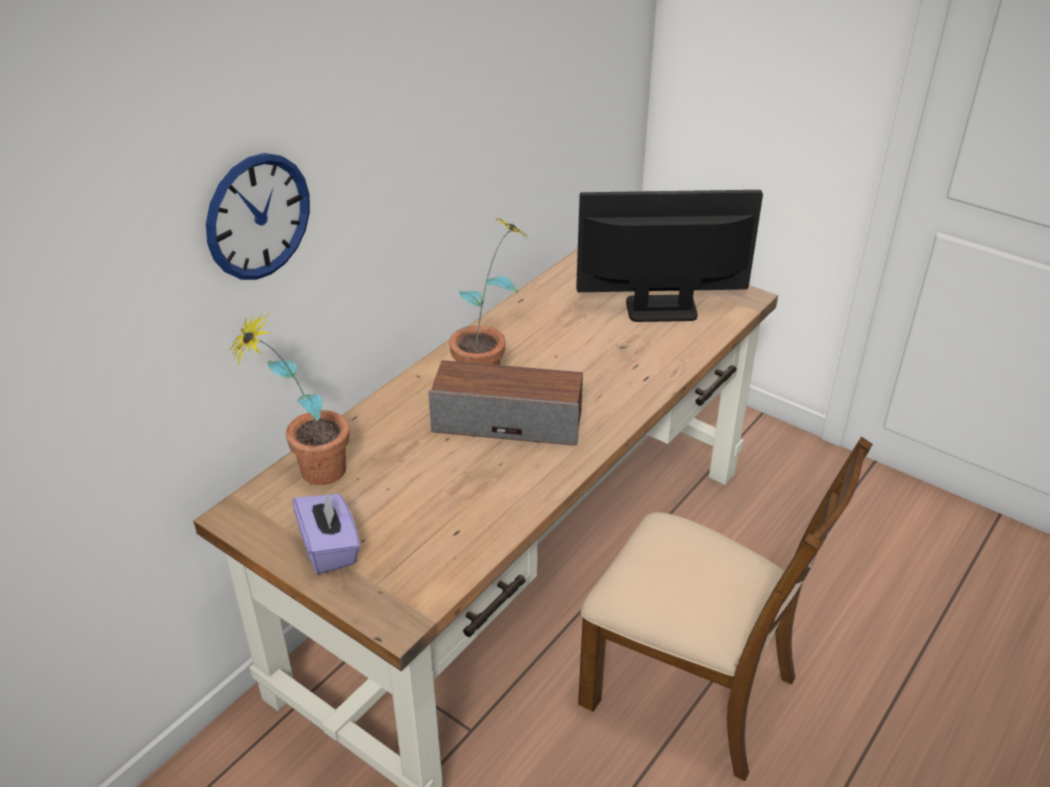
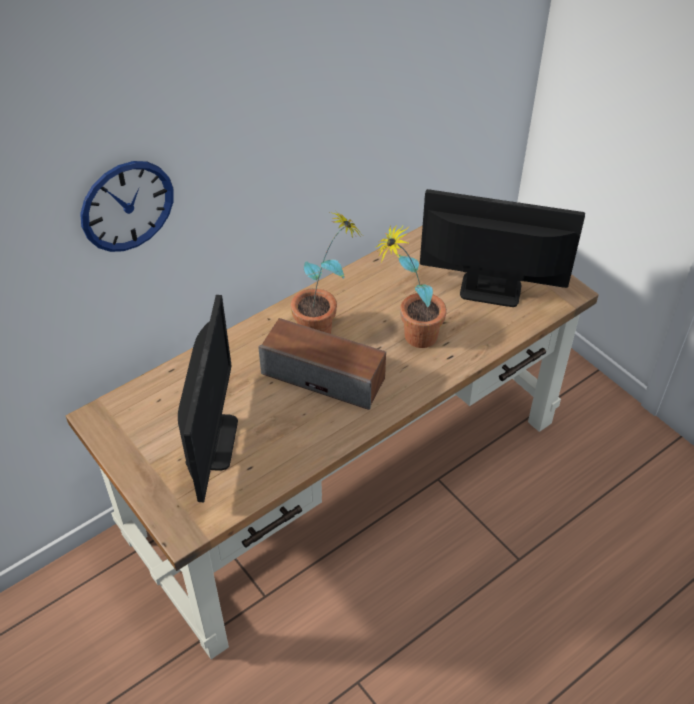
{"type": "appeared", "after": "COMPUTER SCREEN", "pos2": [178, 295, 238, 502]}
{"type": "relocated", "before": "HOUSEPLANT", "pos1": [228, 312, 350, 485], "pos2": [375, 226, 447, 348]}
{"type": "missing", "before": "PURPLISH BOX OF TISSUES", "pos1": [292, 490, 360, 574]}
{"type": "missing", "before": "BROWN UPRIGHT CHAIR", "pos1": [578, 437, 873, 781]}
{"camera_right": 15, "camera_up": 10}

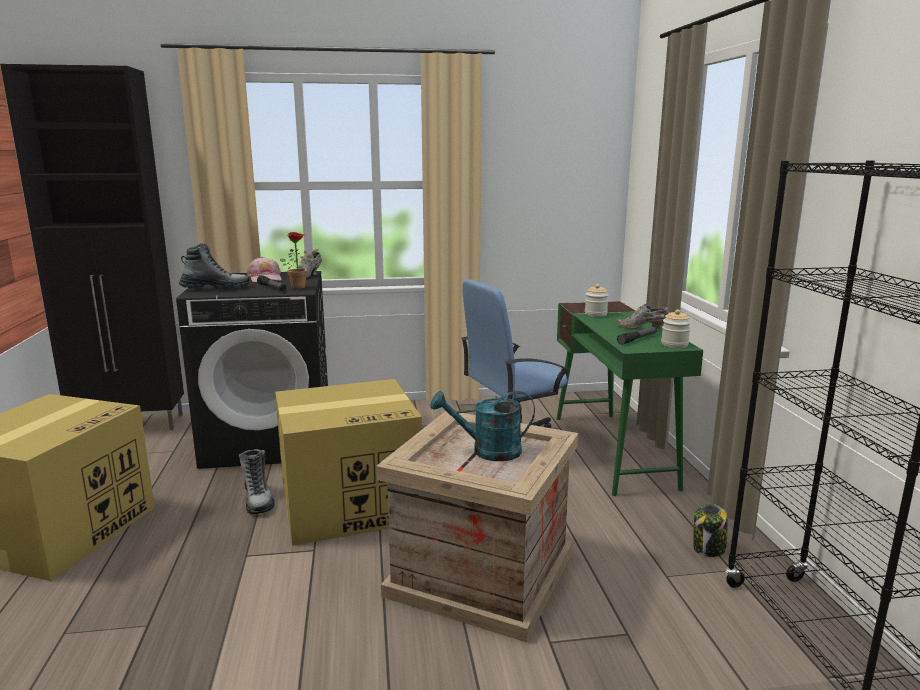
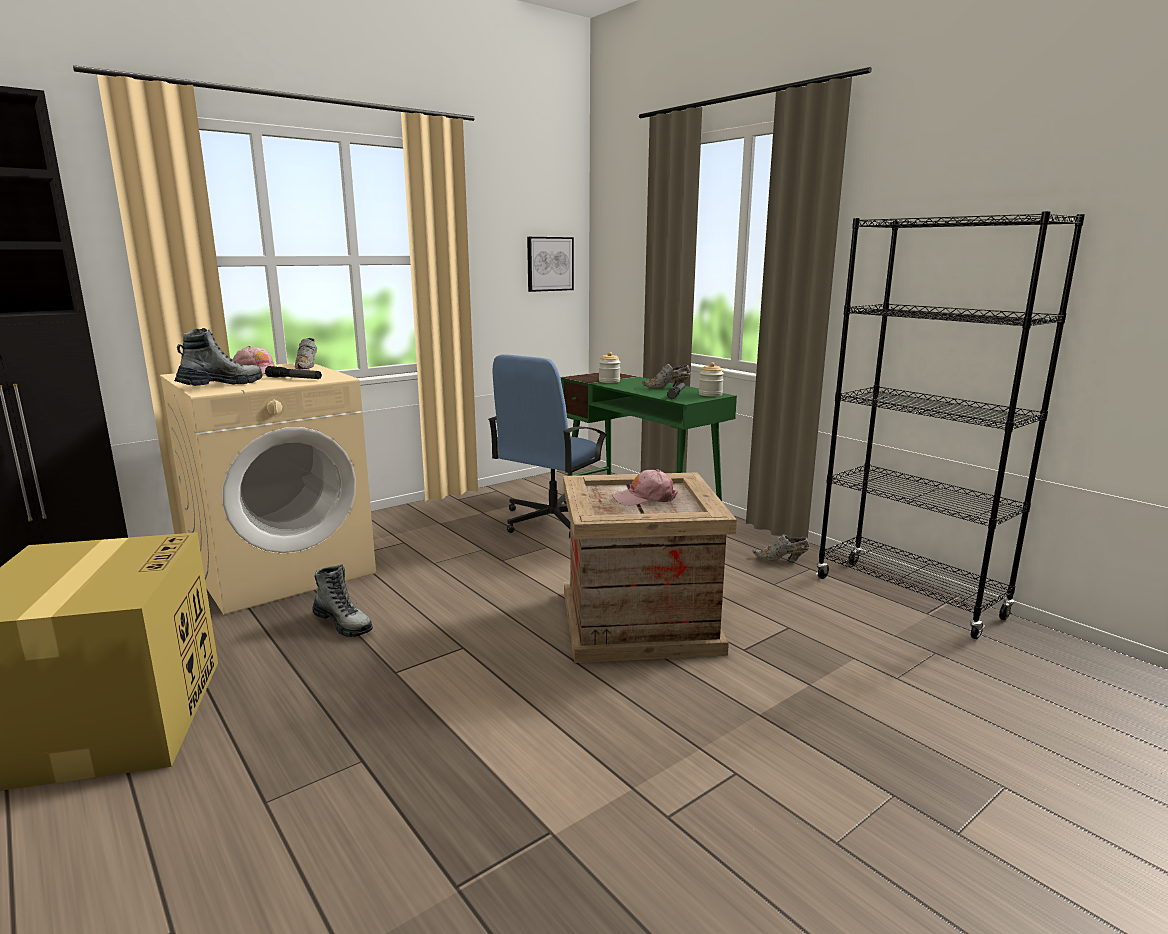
{"type": "colour", "before": "BLACK LAUNDRY MACHINE", "after": "BEIGE LAUNDRY MACHINE", "pos1": [176, 271, 328, 469], "pos2": [160, 363, 376, 615]}
{"type": "appeared", "after": "PICTURE", "pos2": [527, 237, 574, 292]}
{"type": "exchanged", "before": "BLUE-GREEN WATERING CAN", "after": "PINKISH PEAKED CAP", "pos1": [430, 391, 535, 461], "pos2": [612, 469, 678, 506]}
{"type": "exchanged", "before": "JAR", "after": "GRAY ITEM OF FOOTWEAR", "pos1": [693, 504, 728, 557], "pos2": [752, 534, 809, 562]}
{"type": "missing", "before": "CARTON", "pos1": [275, 379, 422, 546]}
{"type": "missing", "before": "HOUSEPLANT", "pos1": [280, 232, 319, 289]}
{"camera_right": -30, "camera_up": 0}

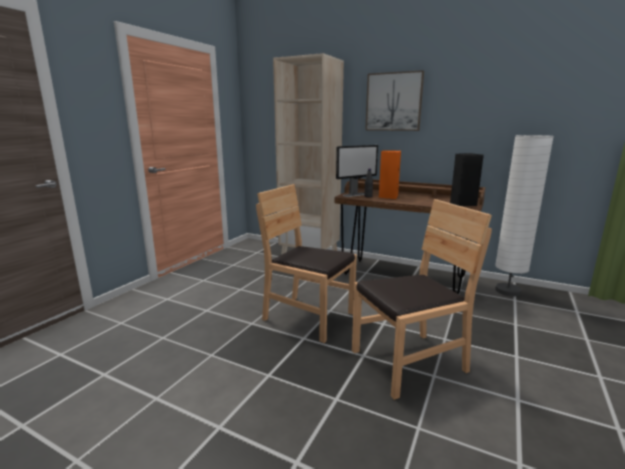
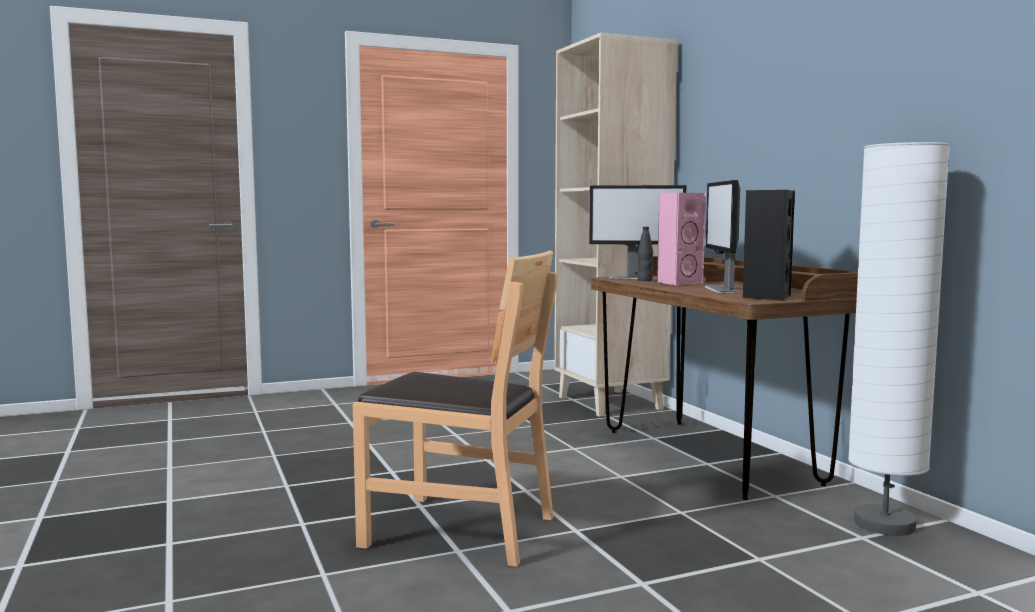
{"type": "colour", "before": "ORANGE AUDIO SPEAKER", "after": "PINKISH AUDIO SPEAKER", "pos1": [379, 151, 401, 199], "pos2": [657, 193, 706, 285]}
{"type": "appeared", "after": "COMPUTER SCREEN", "pos2": [705, 180, 740, 293]}
{"type": "missing", "before": "BROWN UPRIGHT CHAIR", "pos1": [256, 184, 357, 343]}
{"type": "missing", "before": "PICTURE", "pos1": [365, 70, 424, 131]}
{"camera_right": 40, "camera_up": -10}

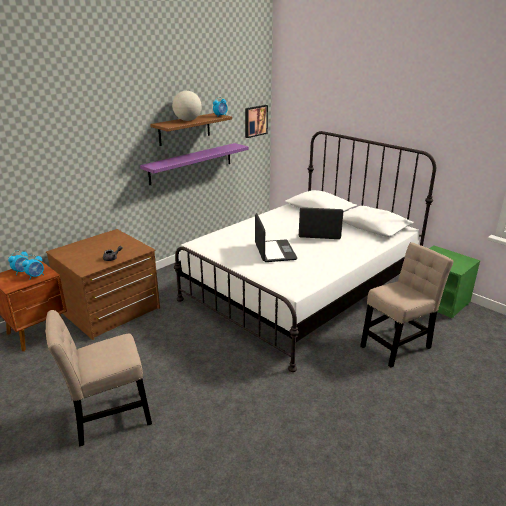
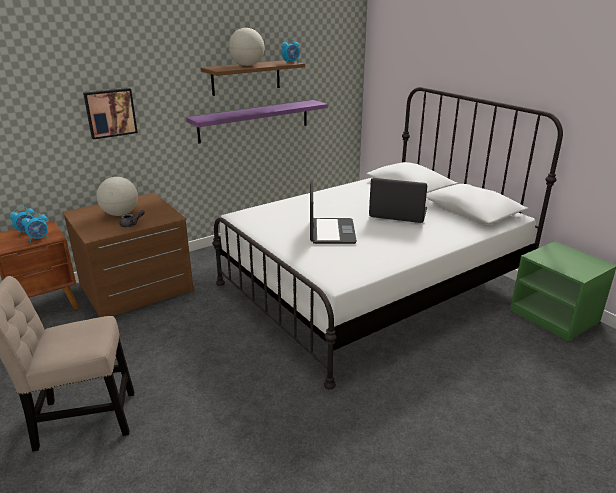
{"type": "relocated", "before": "PICTURE", "pos1": [245, 105, 268, 138], "pos2": [83, 88, 138, 140]}
{"type": "appeared", "after": "GLOBE", "pos2": [97, 177, 138, 216]}
{"type": "missing", "before": "BEIGE UPRIGHT CHAIR", "pos1": [360, 242, 453, 368]}
{"camera_right": 10, "camera_up": 0}

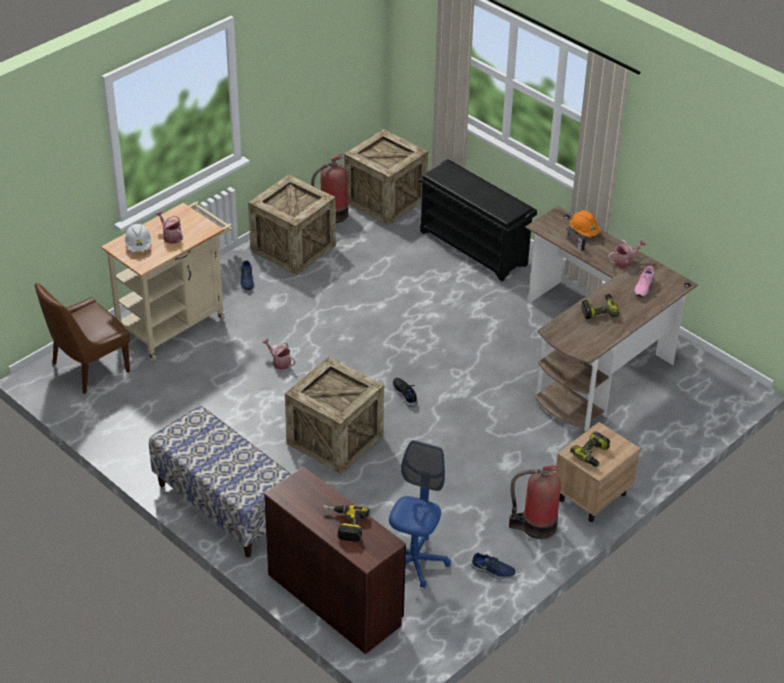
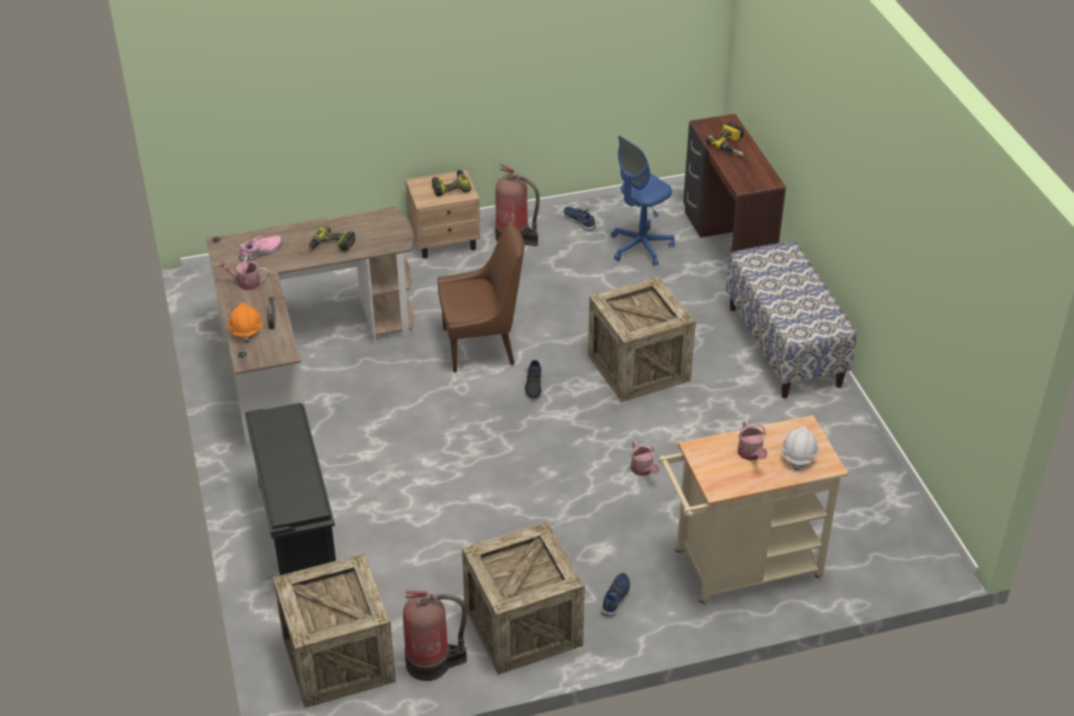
{"type": "relocated", "before": "BROWN UPRIGHT CHAIR", "pos1": [35, 282, 130, 394], "pos2": [437, 223, 524, 373]}
{"camera_right": -150, "camera_up": 0}

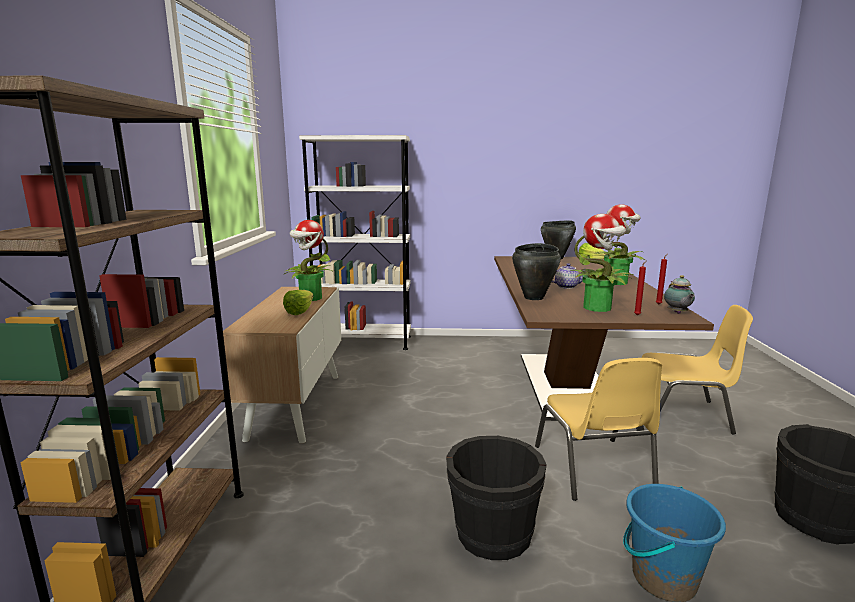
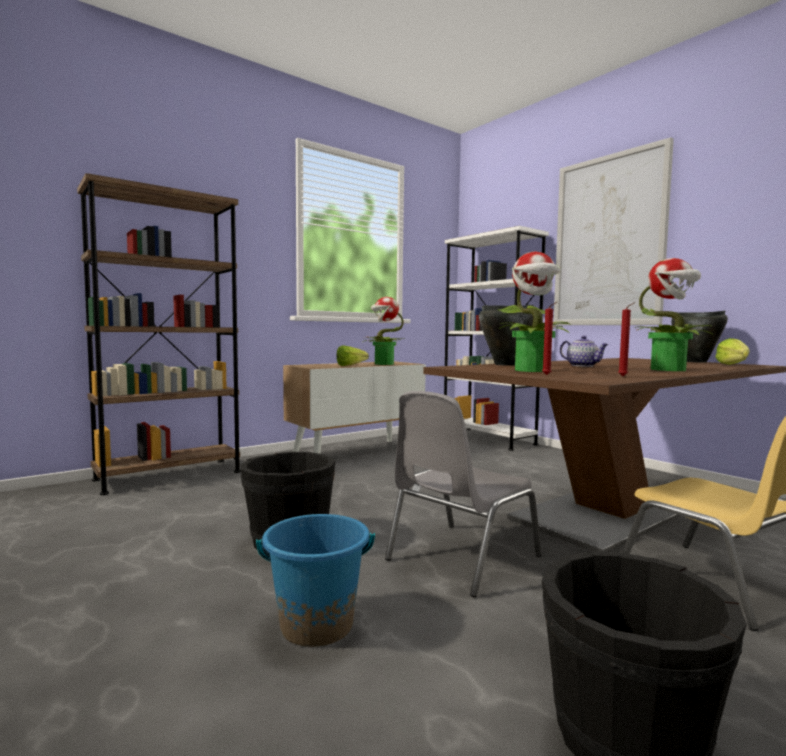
{"type": "colour", "before": "YELLOW-COLOURED UPRIGHT CHAIR", "after": "GRAY UPRIGHT CHAIR", "pos1": [535, 358, 662, 501], "pos2": [385, 391, 542, 598]}
{"type": "appeared", "after": "PICTURE", "pos2": [554, 137, 674, 325]}
{"type": "missing", "before": "TEA POT", "pos1": [664, 275, 695, 314]}
{"camera_right": 50, "camera_up": -10}

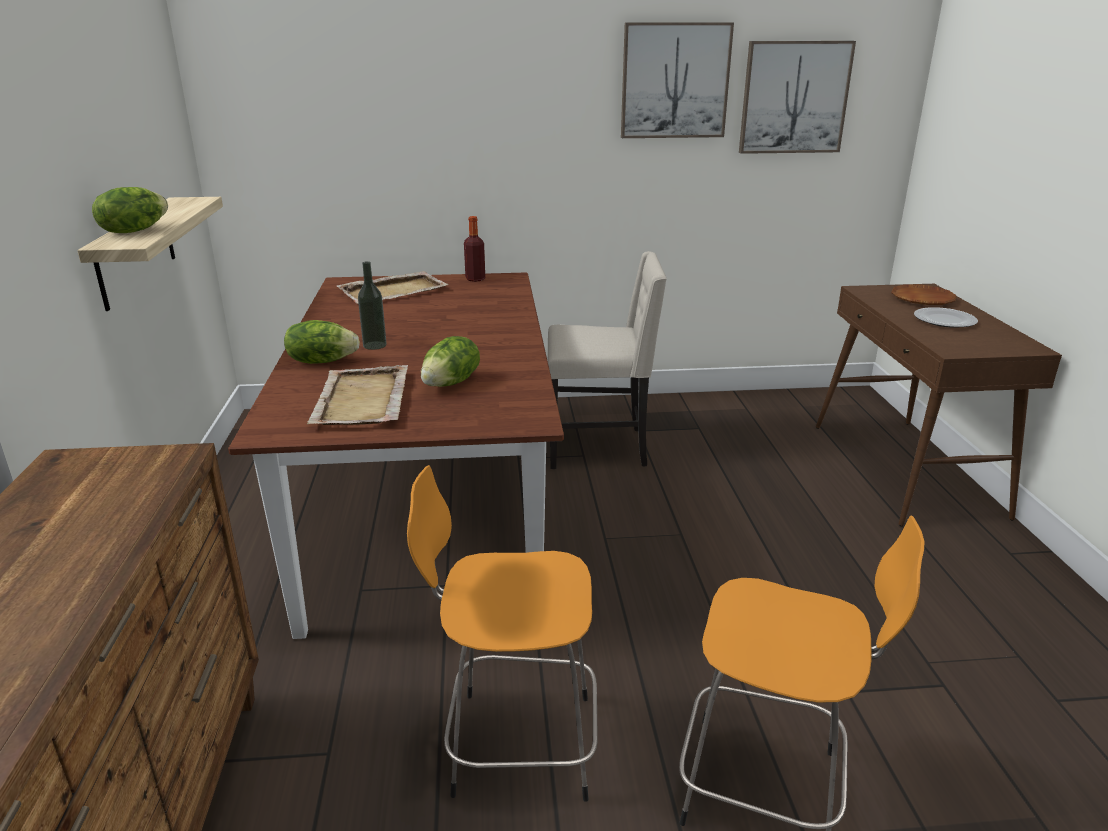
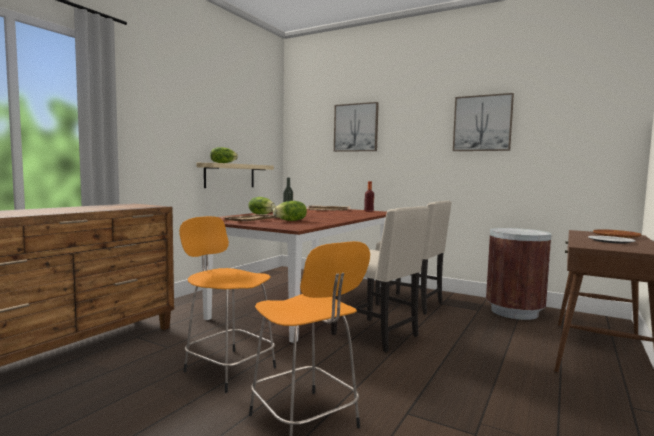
{"type": "appeared", "after": "BEIGE UPRIGHT CHAIR", "pos2": [331, 206, 429, 352]}
{"type": "relocated", "before": "PICTURE", "pos1": [739, 41, 856, 154], "pos2": [334, 102, 379, 152]}
{"type": "appeared", "after": "BROWN TRASH CAN", "pos2": [486, 228, 552, 320]}
{"camera_right": 35, "camera_up": -20}

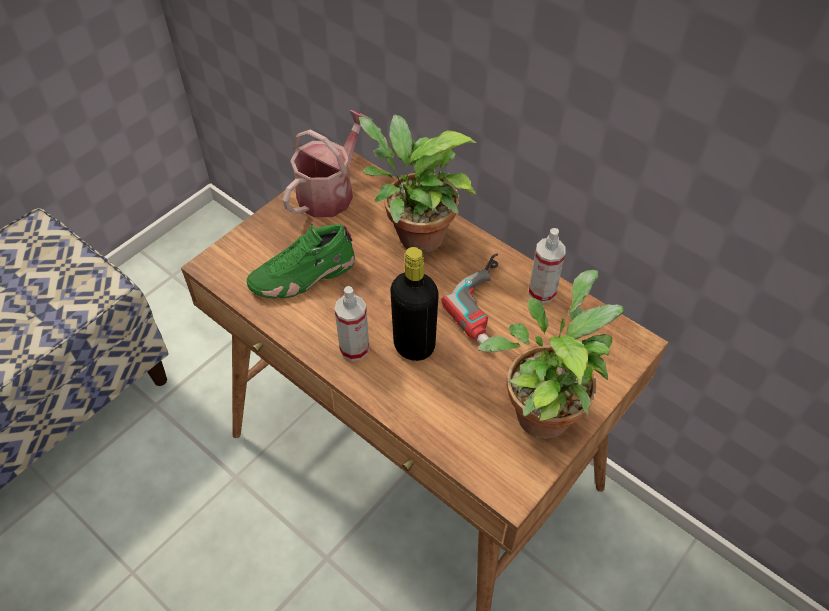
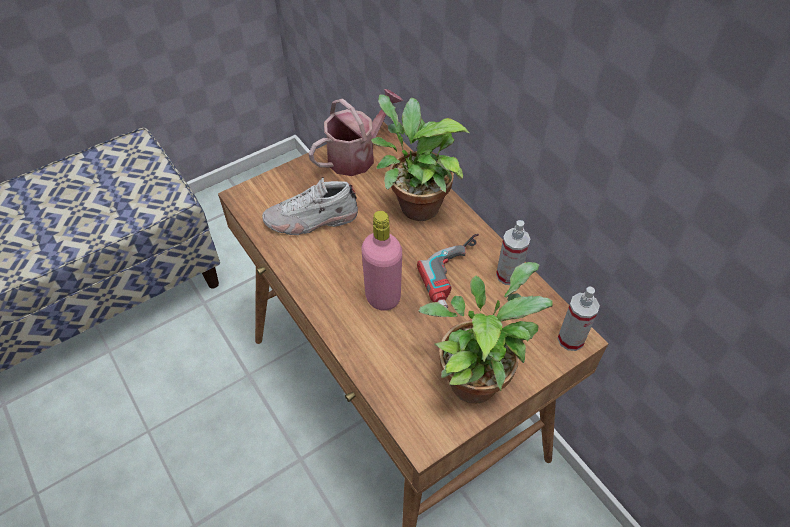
{"type": "colour", "before": "GREEN-COLOURED ITEM OF FOOTWEAR", "after": "WHITE ITEM OF FOOTWEAR", "pos1": [247, 224, 355, 298], "pos2": [262, 177, 358, 235]}
{"type": "colour", "before": "BLACK DRINK BOTTLE", "after": "PINKISH DRINK BOTTLE", "pos1": [390, 247, 439, 361], "pos2": [362, 211, 402, 311]}
{"type": "relocated", "before": "HAND SPRAYER", "pos1": [335, 286, 369, 361], "pos2": [557, 286, 600, 351]}
{"camera_right": 15, "camera_up": 0}

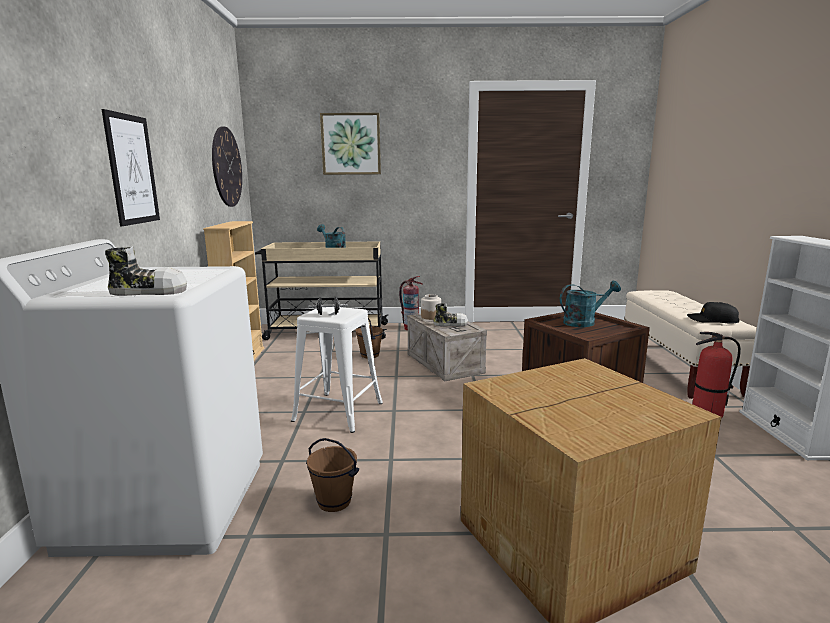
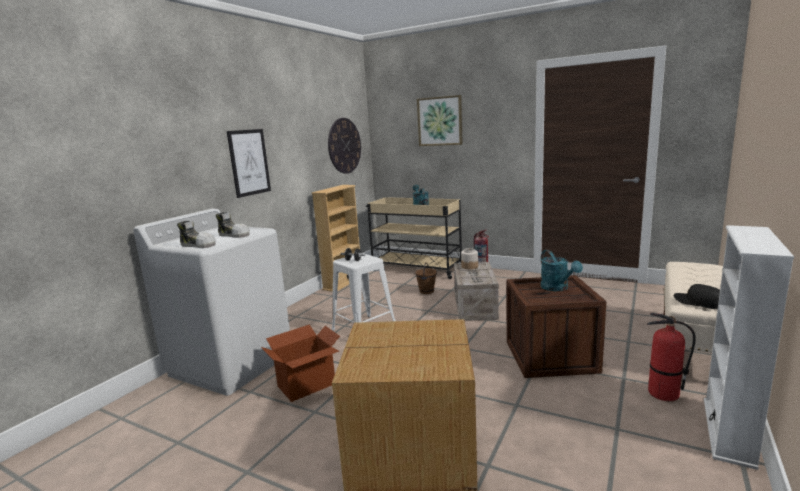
{"type": "relocated", "before": "ITEM OF FOOTWEAR", "pos1": [433, 303, 468, 326], "pos2": [216, 212, 250, 238]}
{"type": "exchanged", "before": "BROWN WATER BUCKET", "after": "CARTON", "pos1": [306, 438, 359, 512], "pos2": [261, 325, 340, 402]}
{"type": "spun", "before": "BLUE-GREEN WATERING CAN", "pos1": [560, 281, 621, 327], "pos2": [540, 250, 583, 291], "turn": 60}
{"camera_right": 30, "camera_up": 0}

